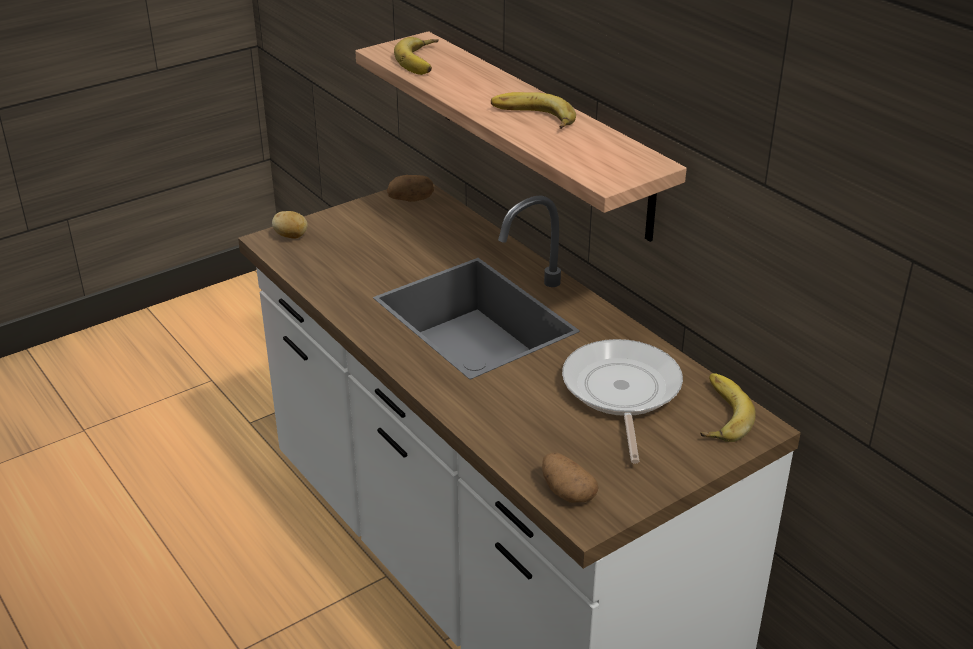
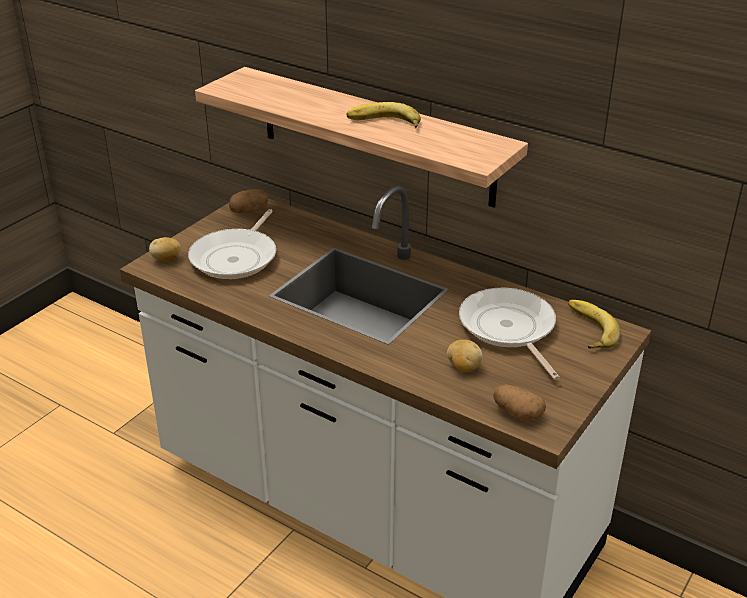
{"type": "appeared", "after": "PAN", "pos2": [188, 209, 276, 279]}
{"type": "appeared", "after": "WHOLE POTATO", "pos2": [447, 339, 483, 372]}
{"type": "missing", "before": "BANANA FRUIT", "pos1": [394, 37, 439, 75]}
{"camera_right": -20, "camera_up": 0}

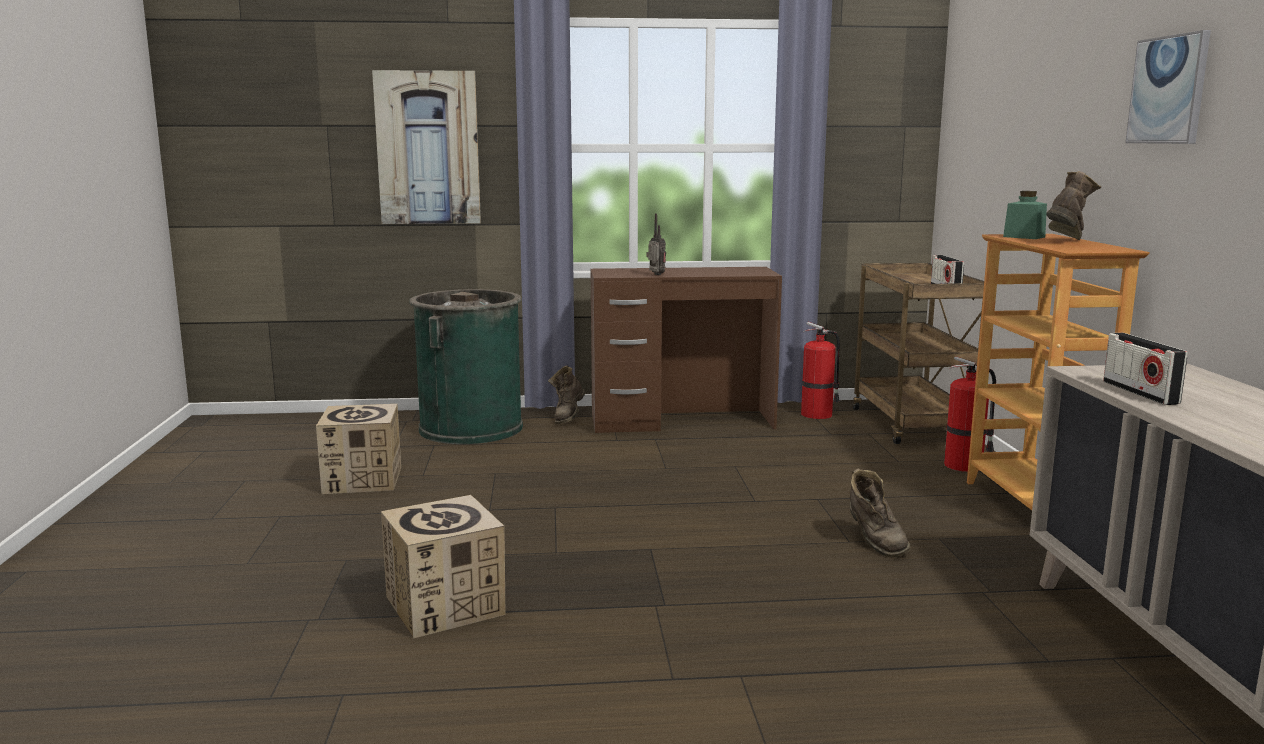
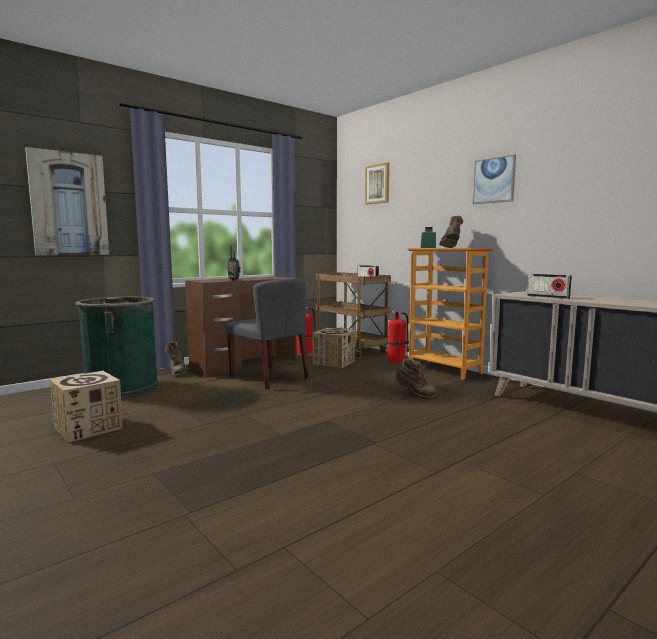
{"type": "appeared", "after": "GRAY UPRIGHT CHAIR", "pos2": [226, 278, 310, 389]}
{"type": "relocated", "before": "CARTON", "pos1": [381, 495, 506, 639], "pos2": [313, 328, 355, 368]}
{"type": "appeared", "after": "PICTURE", "pos2": [365, 162, 389, 204]}
{"camera_right": -35, "camera_up": -5}

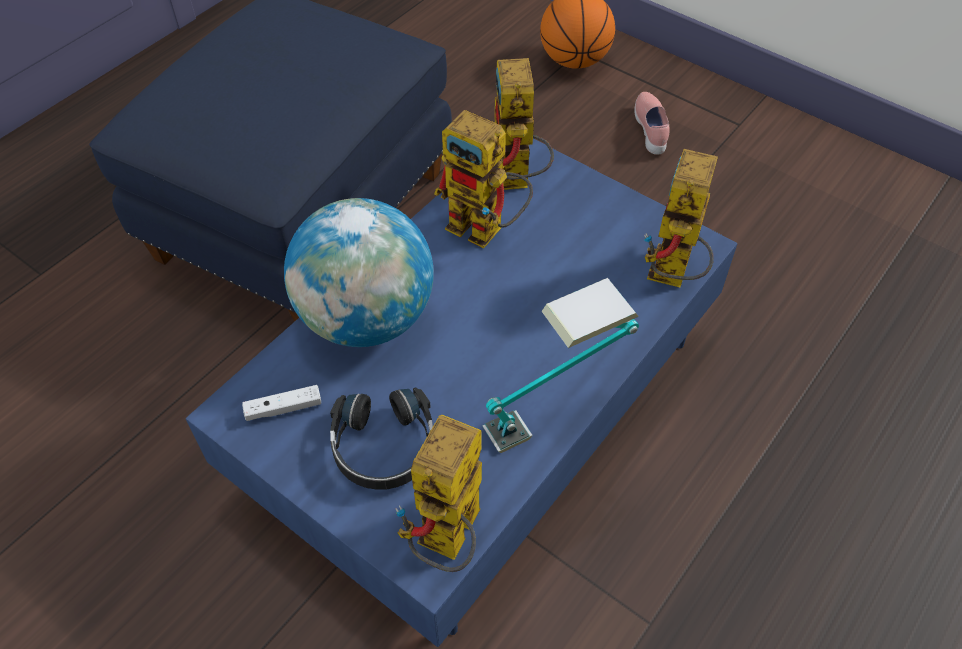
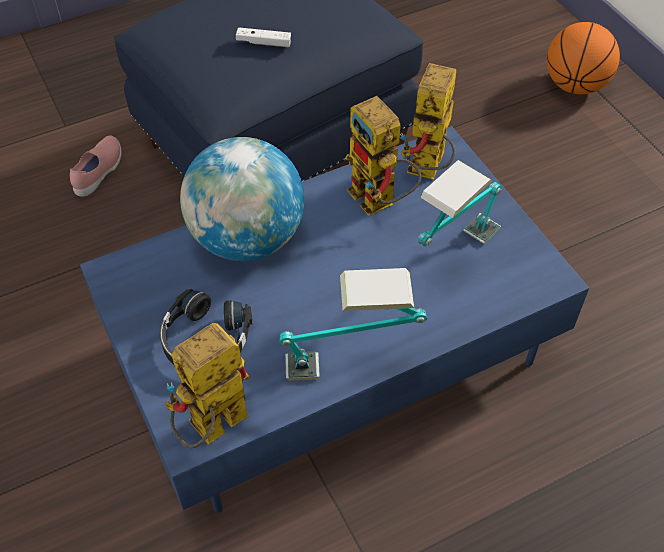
{"type": "relocated", "before": "PINKISH ITEM OF FOOTWEAR", "pos1": [634, 92, 670, 155], "pos2": [70, 136, 121, 197]}
{"type": "relocated", "before": "WHITE GAMEPAD", "pos1": [242, 385, 321, 421], "pos2": [236, 27, 291, 47]}
{"type": "appeared", "after": "LAMP FOR A TABLE", "pos2": [418, 160, 501, 247]}
{"type": "missing", "before": "ROBOT FIGURE", "pos1": [644, 149, 718, 287]}
{"camera_right": 25, "camera_up": 0}

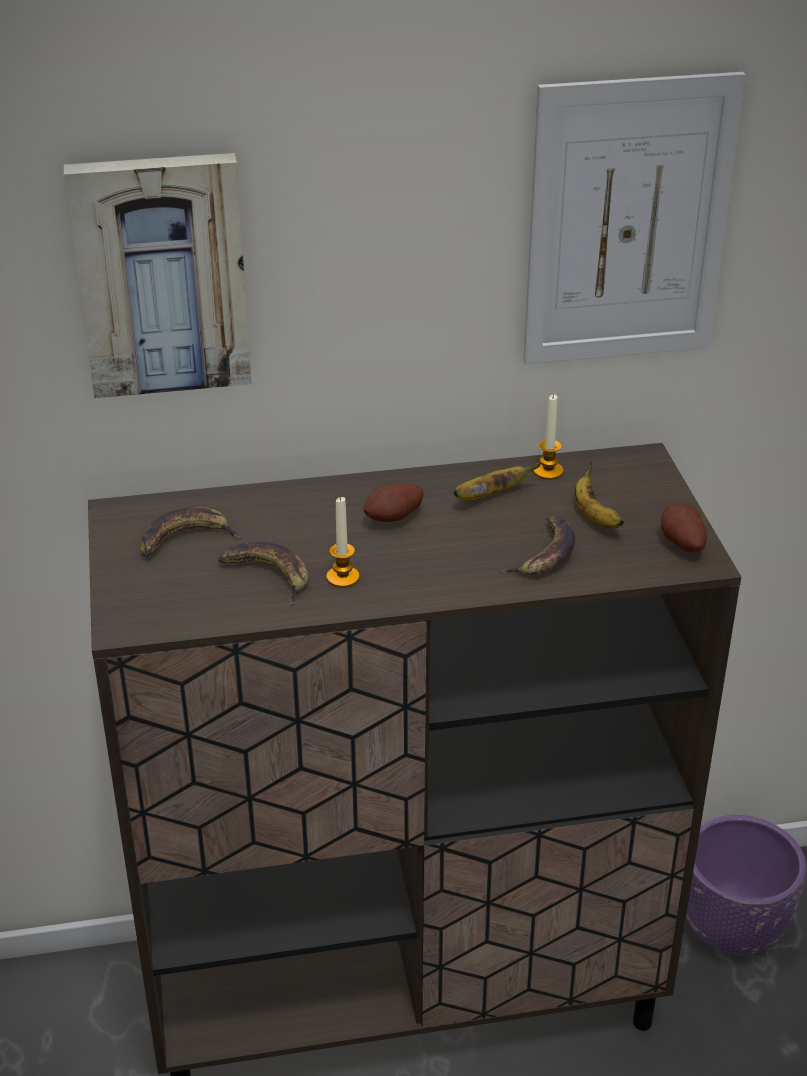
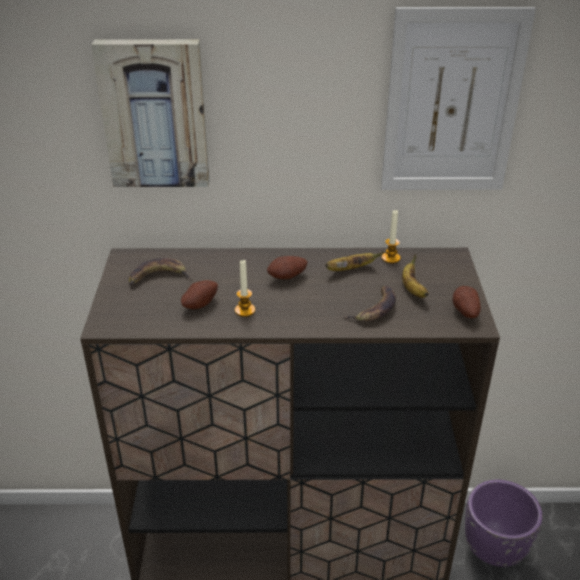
{"type": "exchanged", "before": "BANANA FRUIT", "after": "WHOLE POTATO", "pos1": [218, 542, 309, 606], "pos2": [181, 280, 218, 309]}
{"camera_right": 10, "camera_up": 0}

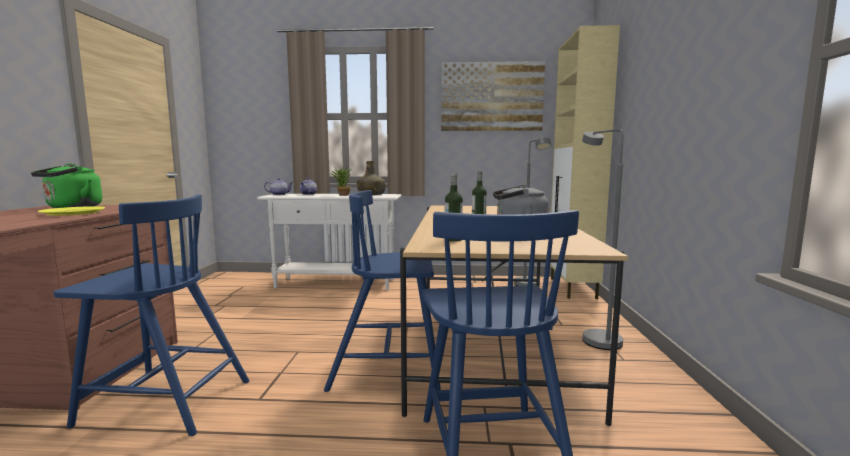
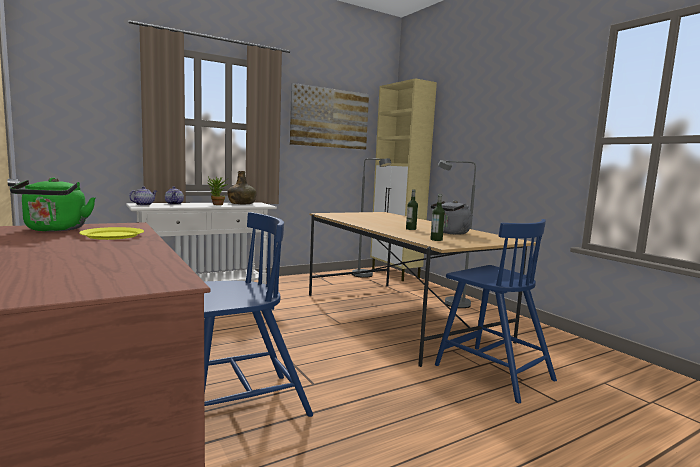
{"type": "missing", "before": "BLUE UPRIGHT CHAIR", "pos1": [324, 190, 441, 392]}
{"camera_right": -35, "camera_up": 0}

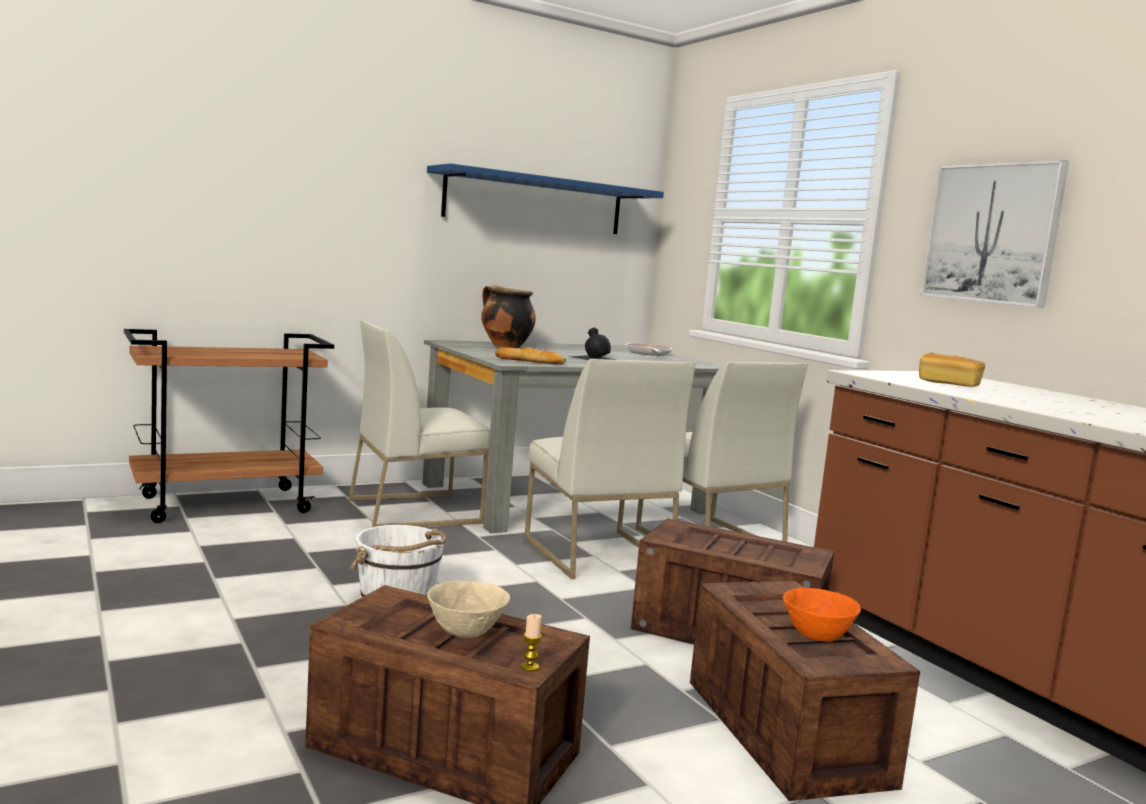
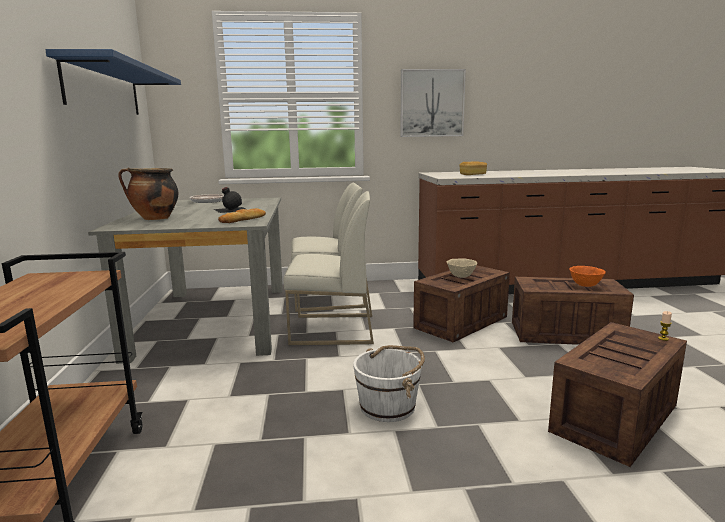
{"type": "relocated", "before": "BEIGE SERVING BOWL", "pos1": [427, 580, 510, 638], "pos2": [447, 258, 478, 278]}
{"type": "missing", "before": "WHITE UPRIGHT CHAIR", "pos1": [349, 320, 490, 527]}
{"camera_right": -65, "camera_up": 5}

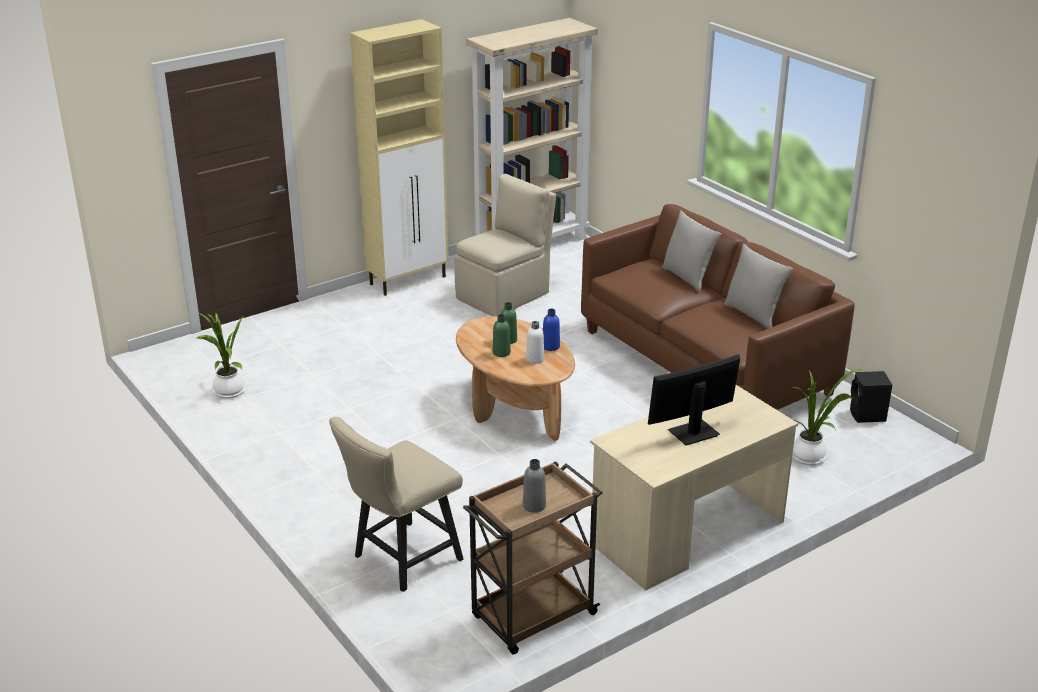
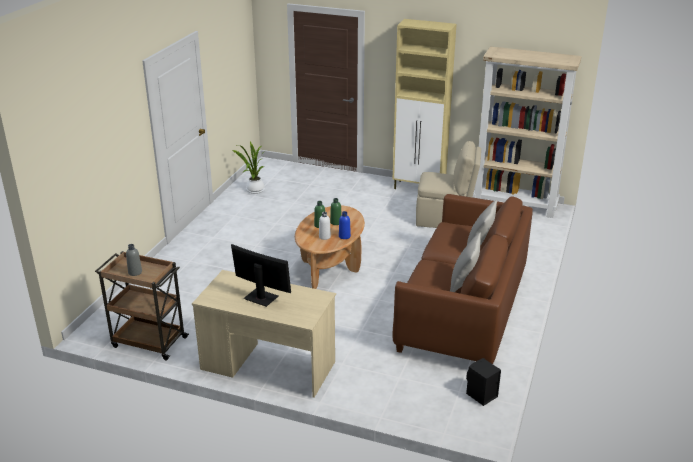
{"type": "missing", "before": "BEIGE UPRIGHT CHAIR", "pos1": [329, 417, 463, 592]}
{"type": "missing", "before": "HOUSEPLANT", "pos1": [792, 369, 862, 465]}
{"camera_right": 55, "camera_up": 0}

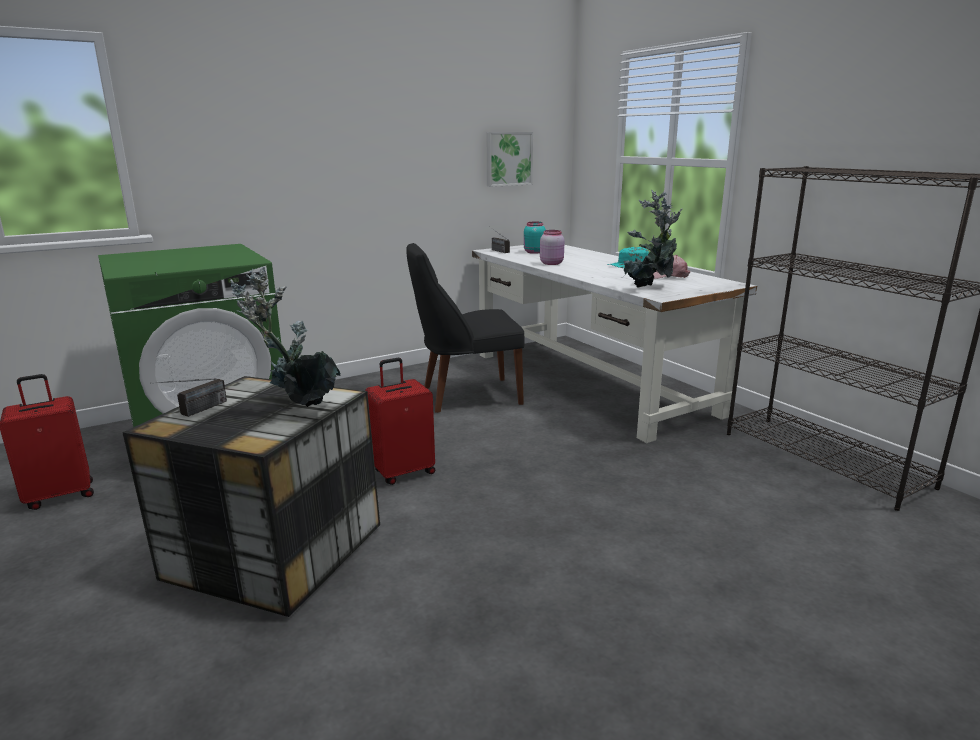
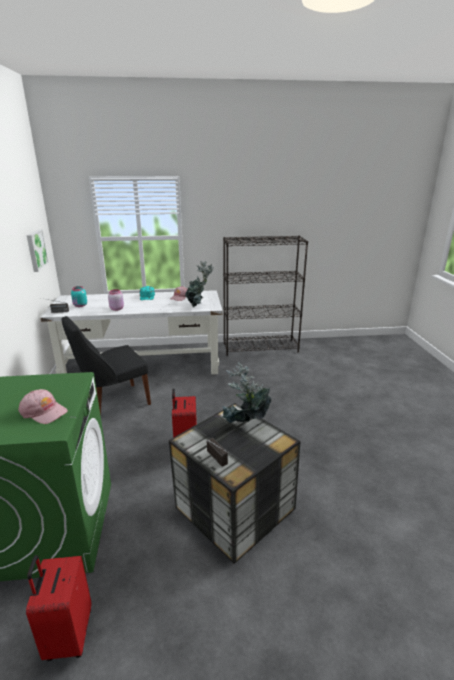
{"type": "appeared", "after": "PINKISH PEAKED CAP", "pos2": [18, 389, 68, 424]}
{"type": "spun", "before": "BLACK UPRIGHT CHAIR", "pos1": [406, 243, 525, 413], "pos2": [62, 316, 151, 415], "turn": 45}
{"camera_right": -65, "camera_up": 5}

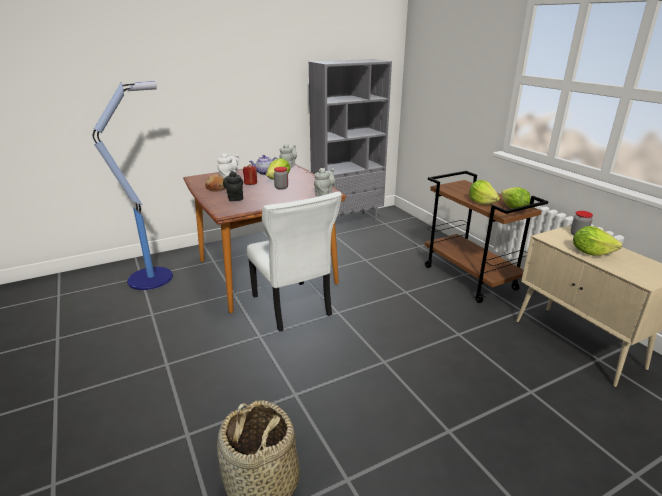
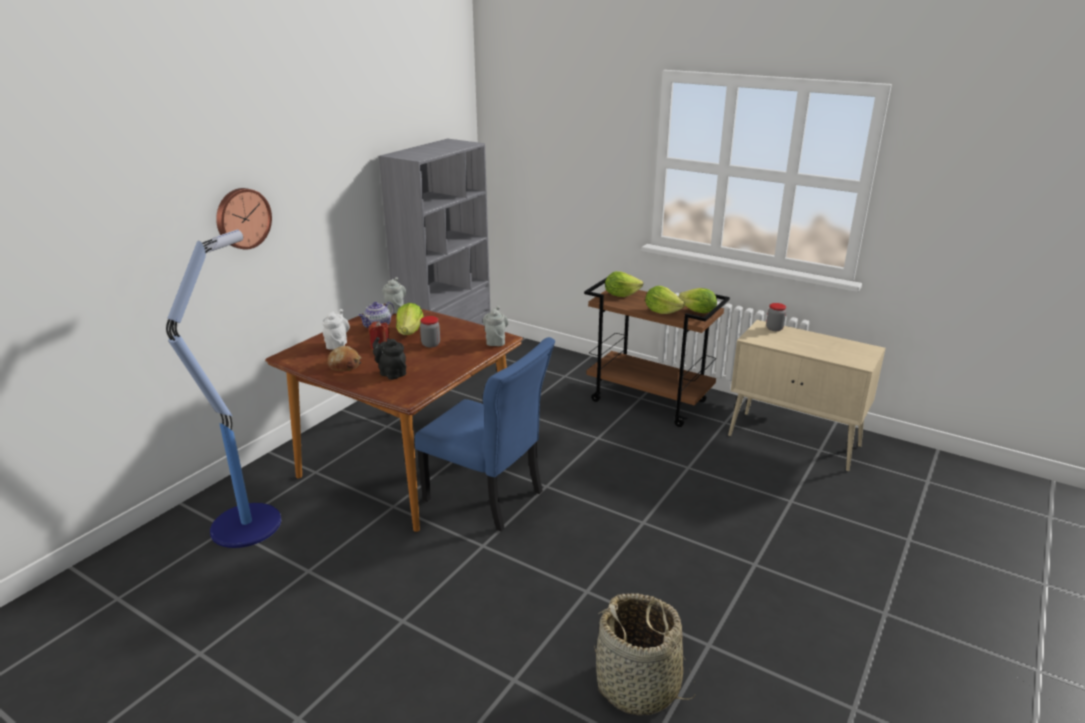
{"type": "appeared", "after": "HANGING CLOCK", "pos2": [216, 188, 272, 250]}
{"type": "colour", "before": "WHITE UPRIGHT CHAIR", "after": "BLUE UPRIGHT CHAIR", "pos1": [247, 192, 342, 332], "pos2": [415, 337, 555, 532]}
{"type": "relocated", "before": "LETTUCE HEAD", "pos1": [573, 226, 622, 256], "pos2": [605, 271, 643, 297]}
{"camera_right": -30, "camera_up": 0}

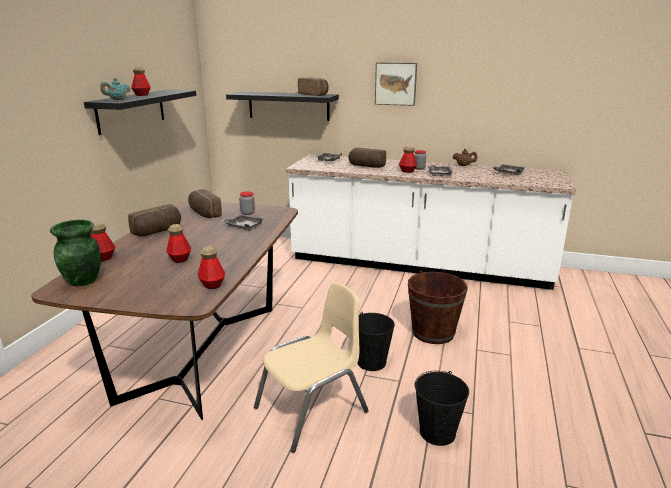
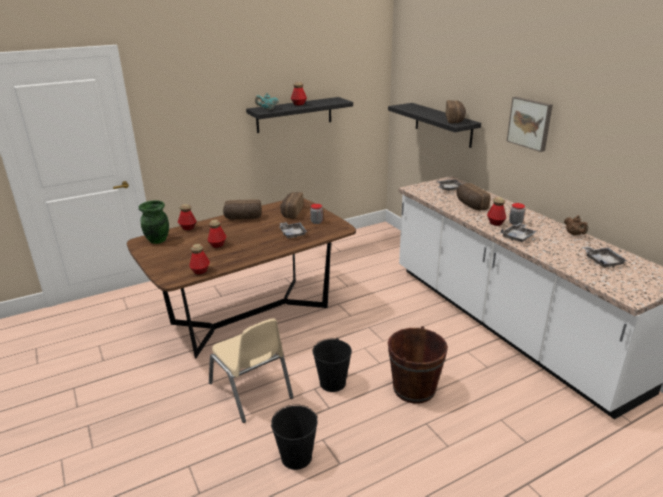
{"type": "spun", "before": "BEIGE UPRIGHT CHAIR", "pos1": [254, 283, 369, 453], "pos2": [209, 318, 294, 423], "turn": 45}
{"camera_right": 45, "camera_up": 5}

